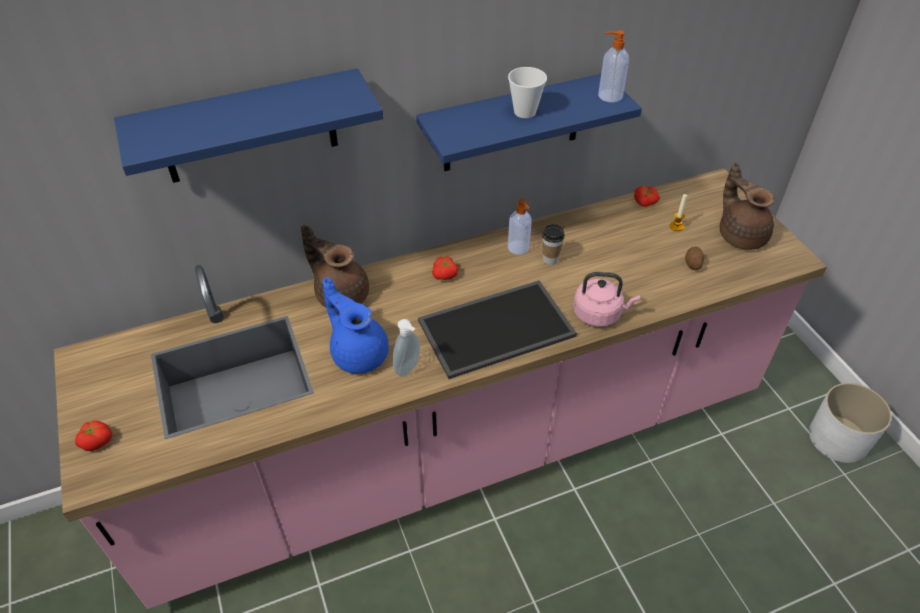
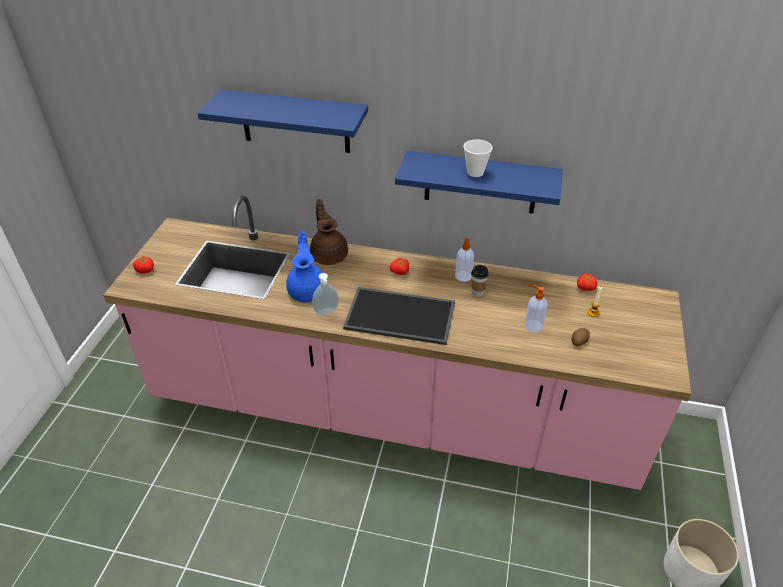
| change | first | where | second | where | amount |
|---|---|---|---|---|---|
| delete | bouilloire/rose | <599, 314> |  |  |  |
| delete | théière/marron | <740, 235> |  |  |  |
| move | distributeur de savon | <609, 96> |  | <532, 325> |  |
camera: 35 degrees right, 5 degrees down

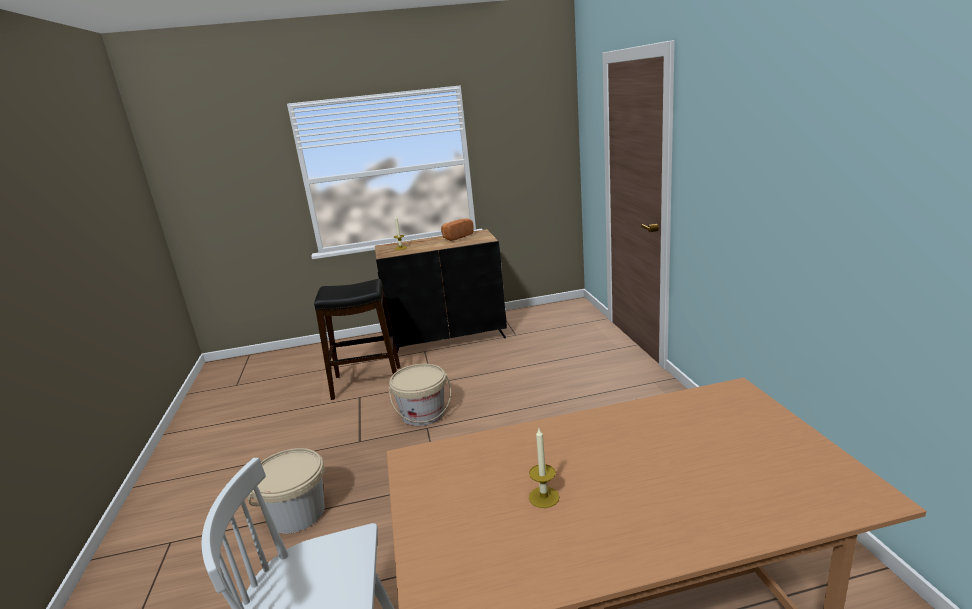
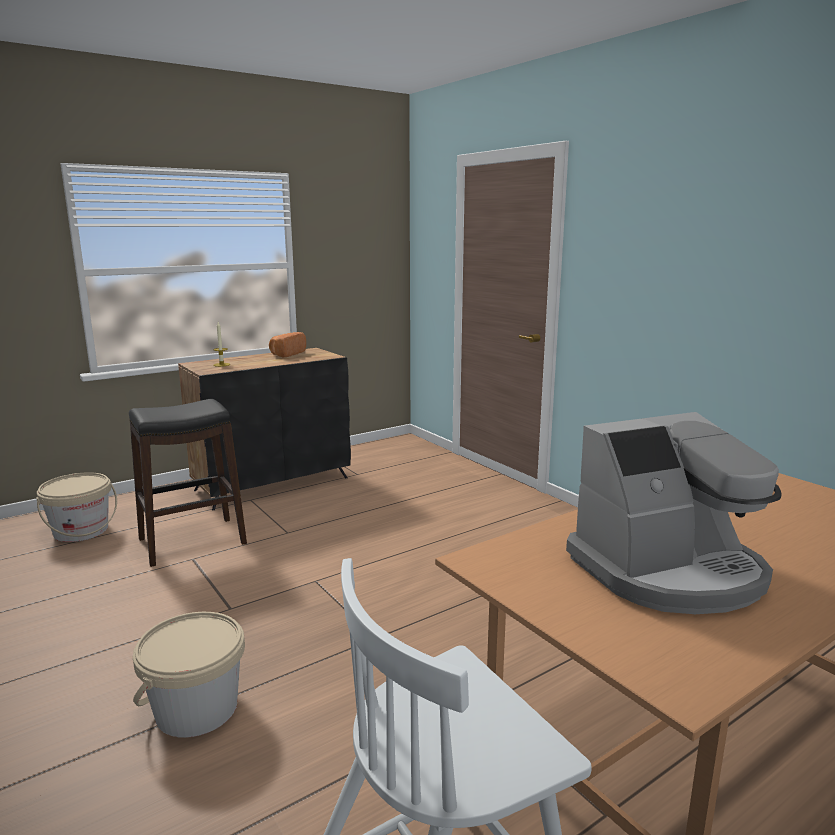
| change | first | where | second | where | amount |
|---|---|---|---|---|---|
| move | seau/beige | <423, 414> |  | <81, 531> |  |
| replace | bougie | <544, 497> | machine à café | <669, 571> |  |
camera: 25 degrees left, 5 degrees down

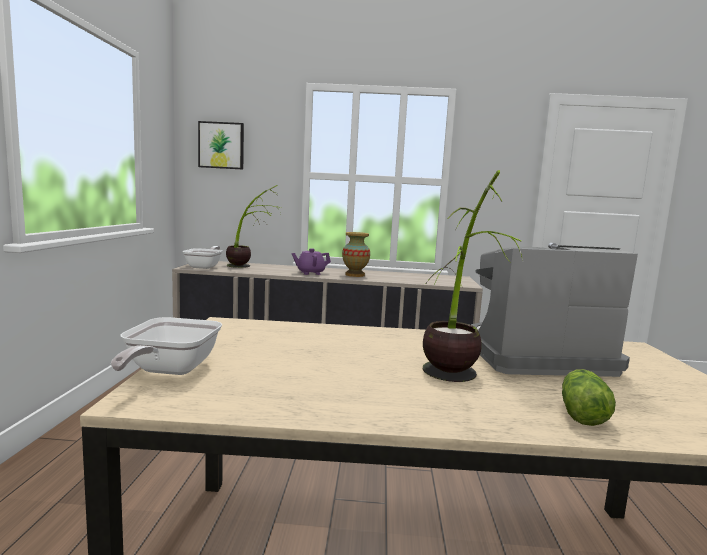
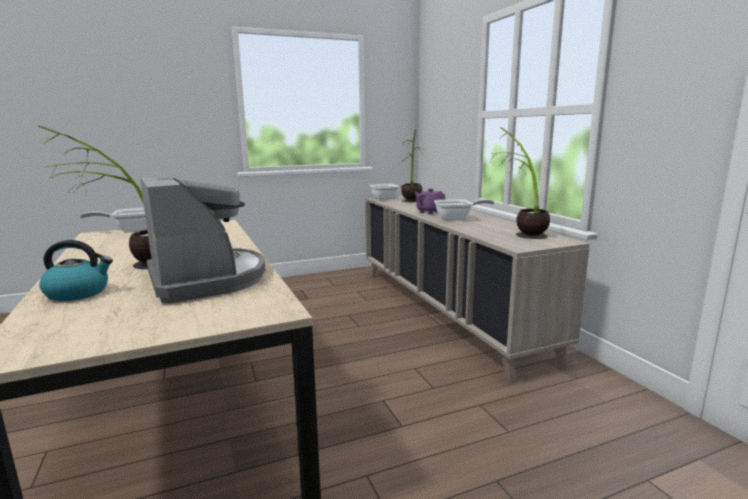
| change | first | where | second | where | amount |
|---|---|---|---|---|---|
| delete | tableau | <221, 145> |  |  |  |
| insert |  |  | plante en pot | <520, 231> |  |
| replace | vase | <355, 275> | poêle | <457, 219> |  |
| replace | laitue | <581, 412> | bouilloire | <79, 293> |  |
camera: 65 degrees right, 5 degrees up

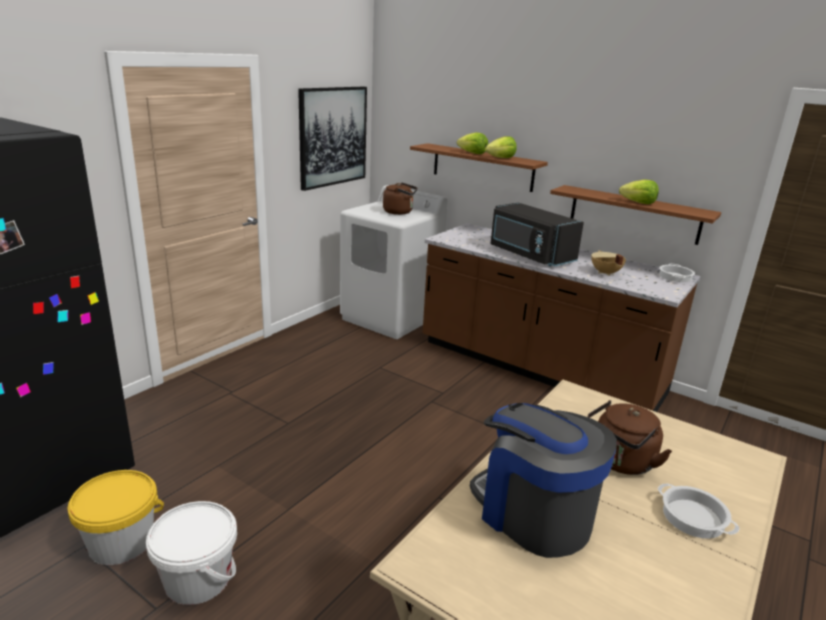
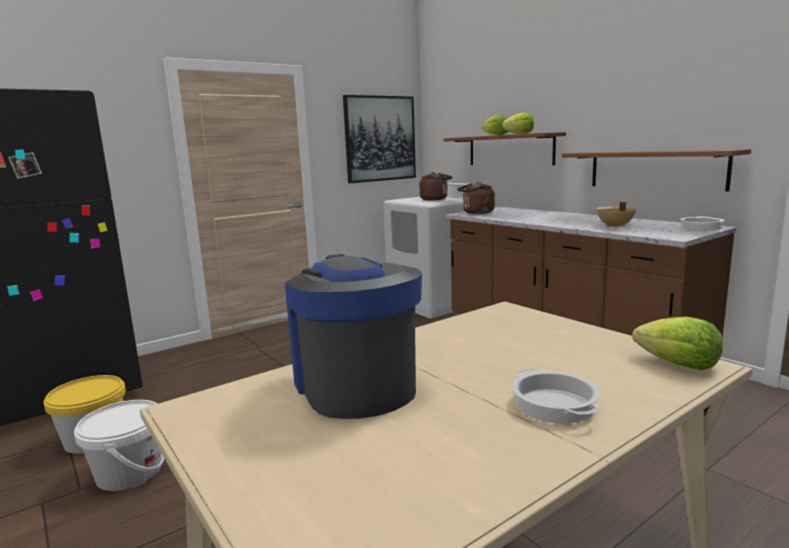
| change | first | where | second | where | amount |
|---|---|---|---|---|---|
| delete | micro-ondes/noir | <529, 255> |  |  |  |
| move | bouilloire/marron | <620, 462> |  | <476, 213> |  |
| move | laitue | <638, 203> |  | <678, 364> |  |
camera: 20 degrees right, 10 degrees down

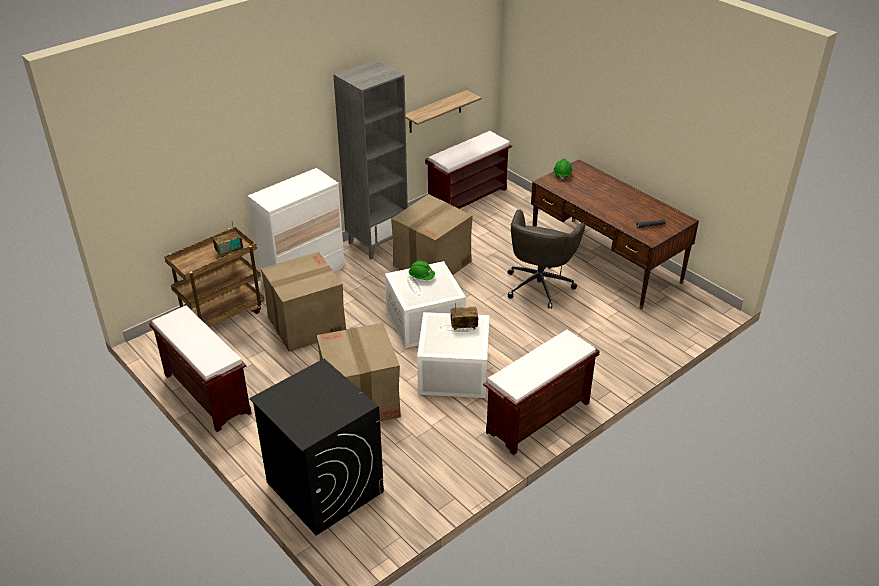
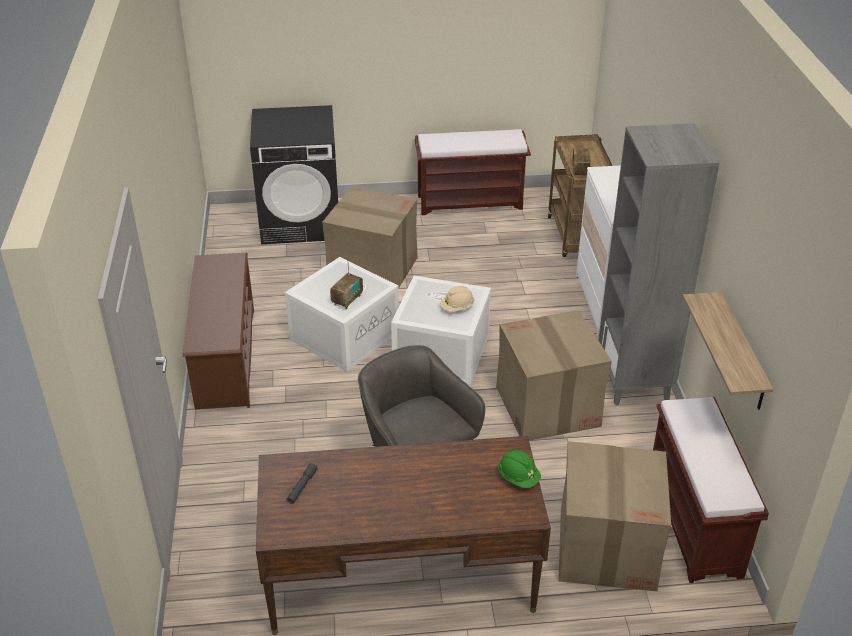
| change | first | where | second | where | amount |
|---|---|---|---|---|---|
| move | carton | <306, 324> |  | <607, 547> |  |
| replace | banc/marron | <537, 418> | étagère à chaussures/marron | <225, 357> |  |
| recolor | casque de chantier/vert | <421, 277> | casque de chantier/beige | <457, 308> |  |
camera: 125 degrees right, 0 degrees up

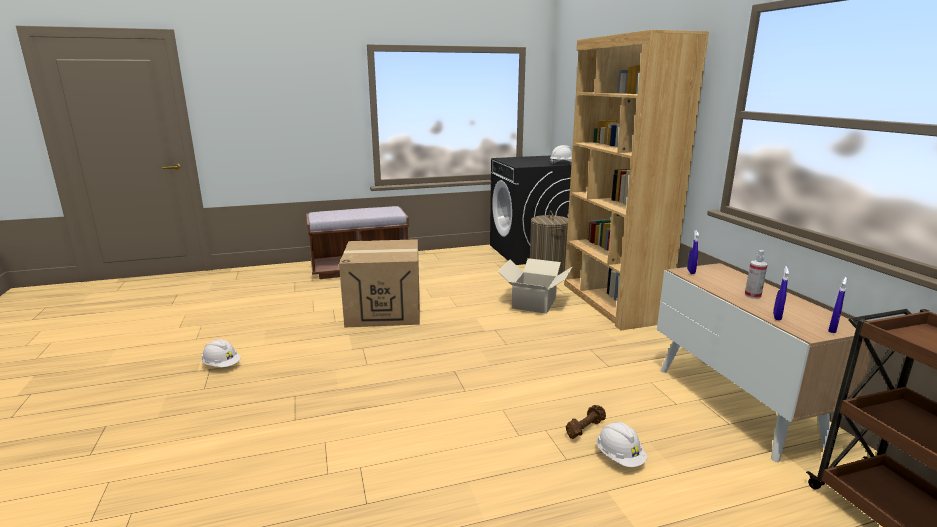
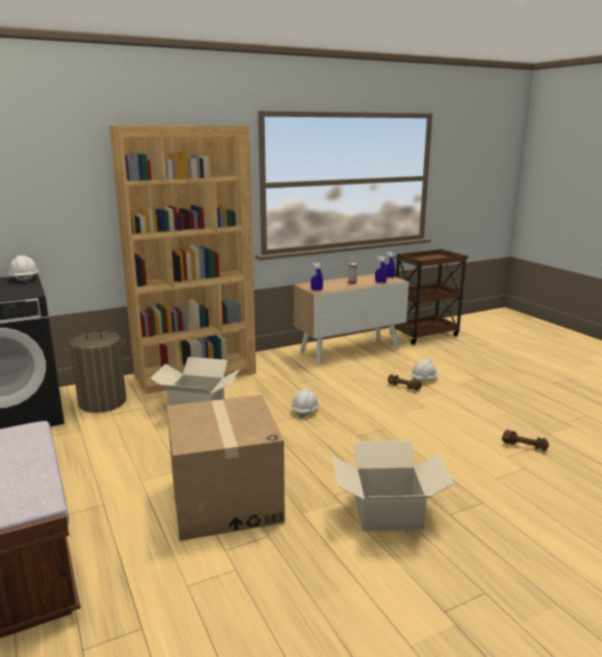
| change | first | where | second | where | amount |
|---|---|---|---|---|---|
| insert |  |  | carton | <388, 513> |  |
| insert |  |  | haltère/marron | <524, 446> |  |
| move | casque de chantier/blanc | <222, 365> |  | <305, 411> |  |
camera: 100 degrees left, 0 degrees up

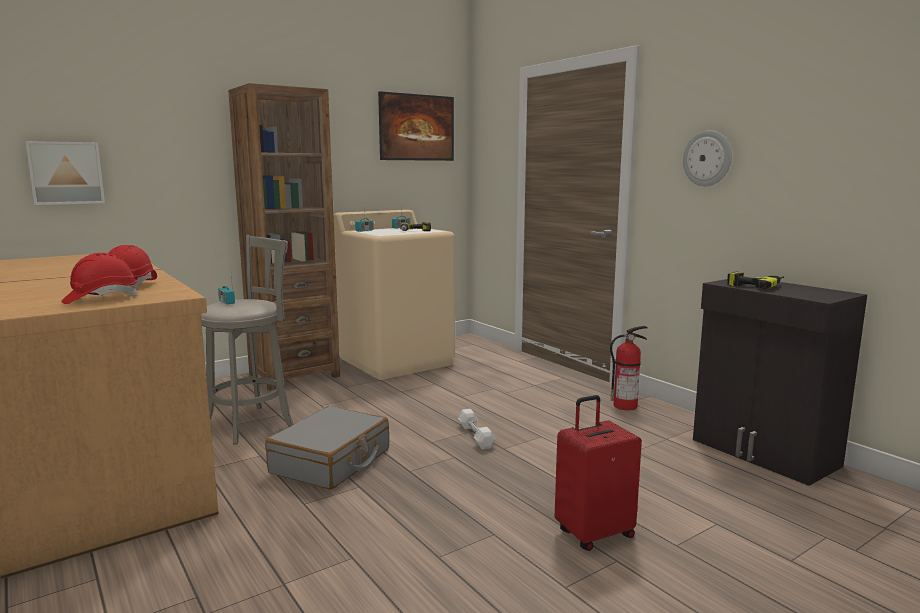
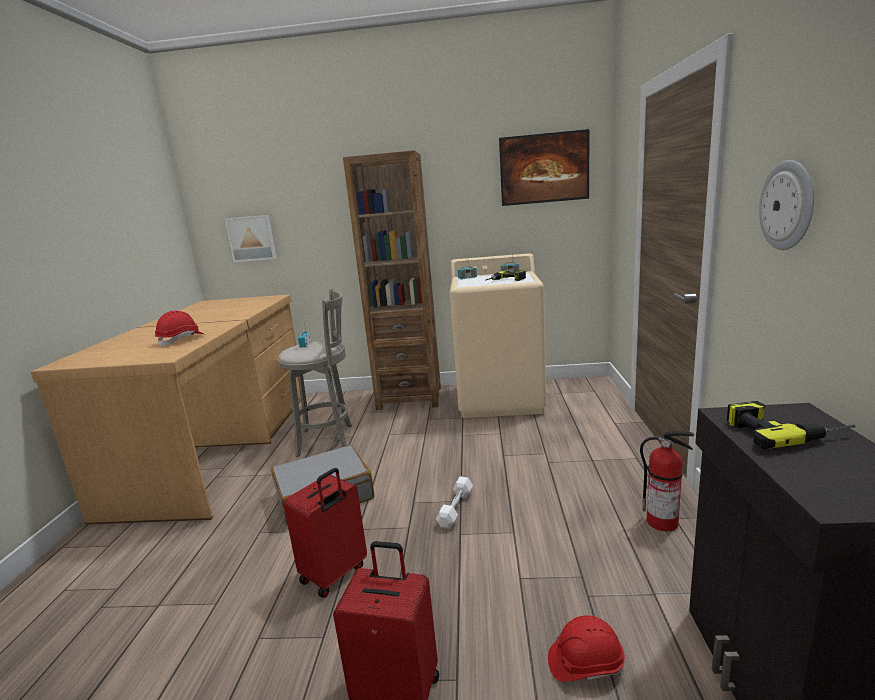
| change | first | where | second | where | amount |
|---|---|---|---|---|---|
| insert |  |  | valise/rouge | <335, 574> |  |
| move | casque de chantier/rouge | <101, 299> |  | <585, 663> |  |
camera: 40 degrees right, 5 degrees up

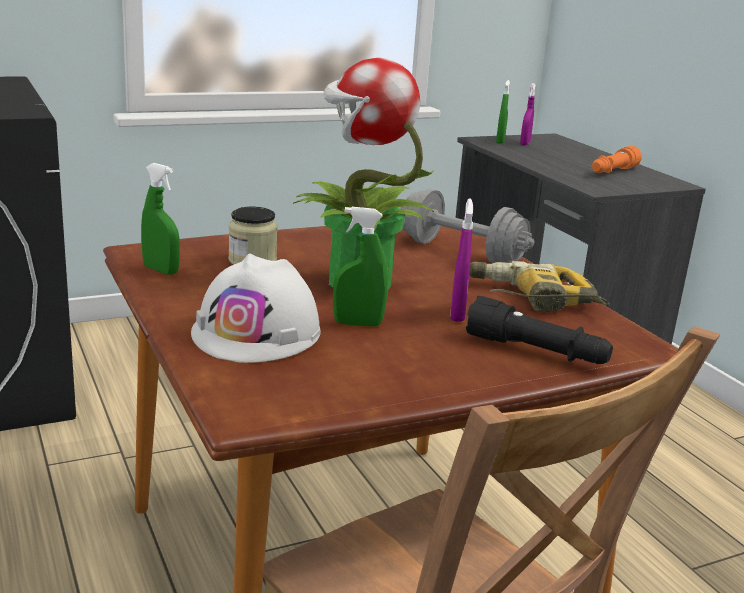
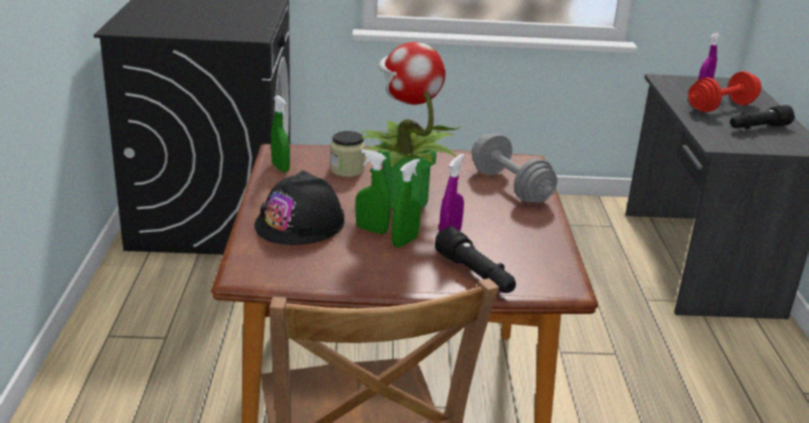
| change | first | where | second | where | amount |
|---|---|---|---|---|---|
| delete | perceuse | <531, 299> |  |  |  |
| insert |  |  | haltère/rouge | <721, 107> |  |
| move | vaporisateur/vert | <500, 141> |  | <405, 241> |  |
| recolor | casque de chantier/blanc | <257, 332> | casque de chantier/noir | <300, 223> |  |
| recolor | lampe de poche/orange | <612, 172> | lampe de poche/noir | <758, 128> |  |
camera: 25 degrees right, 5 degrees up

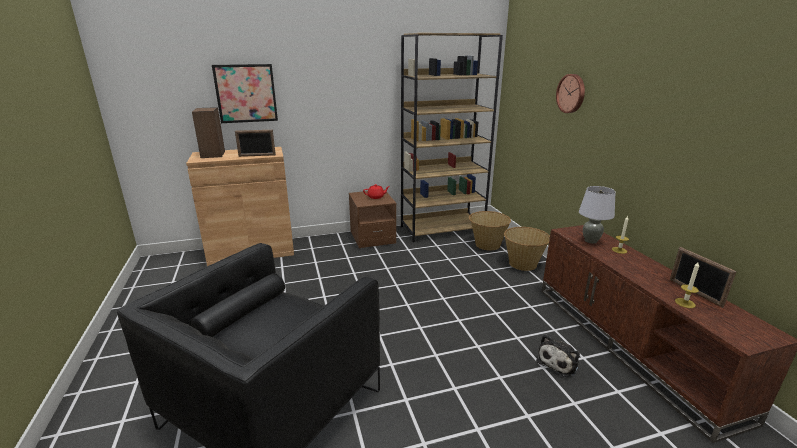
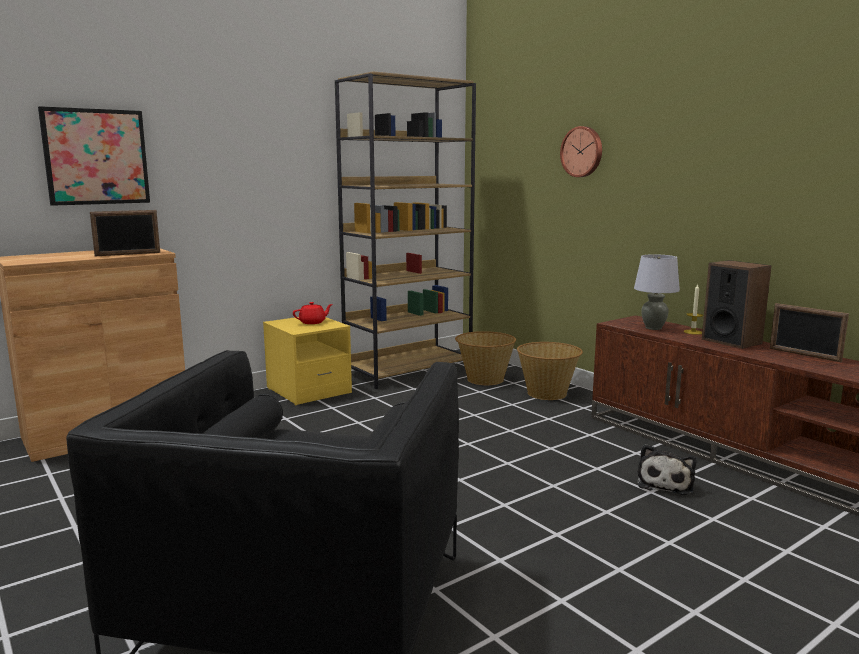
| change | first | where | second | where | amount |
|---|---|---|---|---|---|
| delete | bougie | <685, 303> |  |  |  |
| move | enceinte | <213, 154> |  | <731, 341> |  |
| recolor | table de chevet/marron | <372, 237> | table de chevet/jaune | <308, 391> |  |
camera: 20 degrees left, 10 degrees down

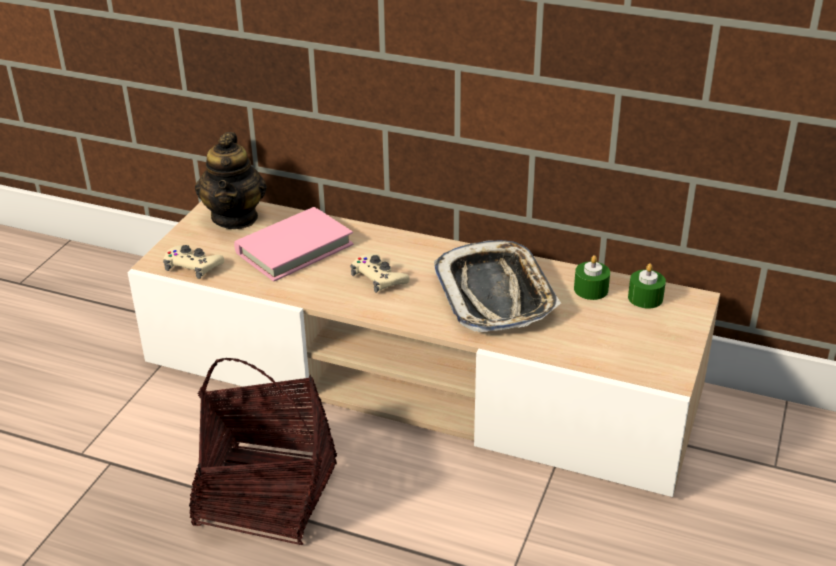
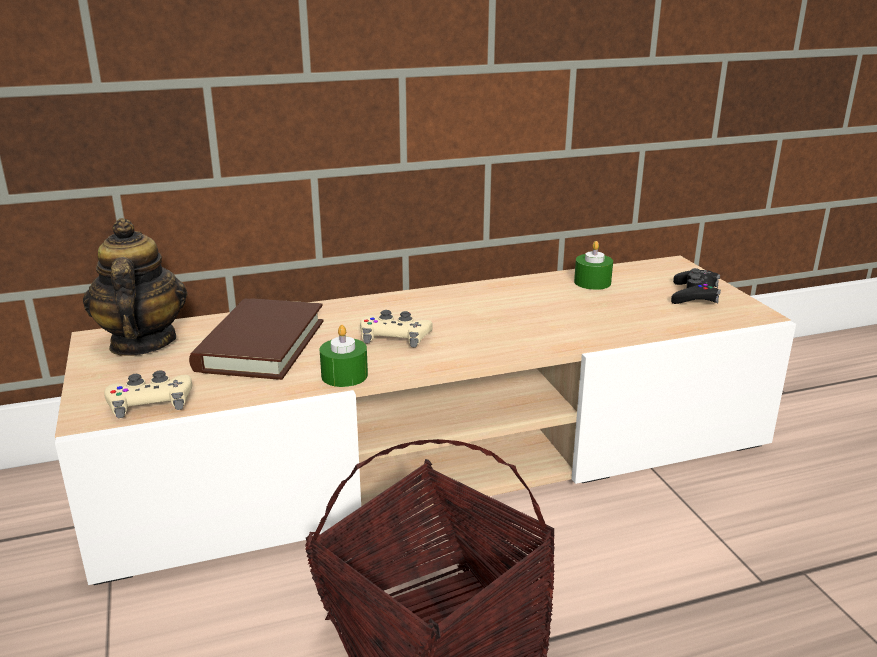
| change | first | where | second | where | amount |
|---|---|---|---|---|---|
| delete | plateau | <495, 294> |  |  |  |
| insert |  |  | manette/noir | <694, 295> |  |
| move | bougie/vert | <645, 298> |  | <344, 375> |  |
| recolor | livre/rose | <294, 248> | livre/marron | <261, 345> |  |
| rotate | théière | <235, 217> |  | <142, 343> | 150 degrees counterclockwise |
camera: 40 degrees left, 10 degrees down

